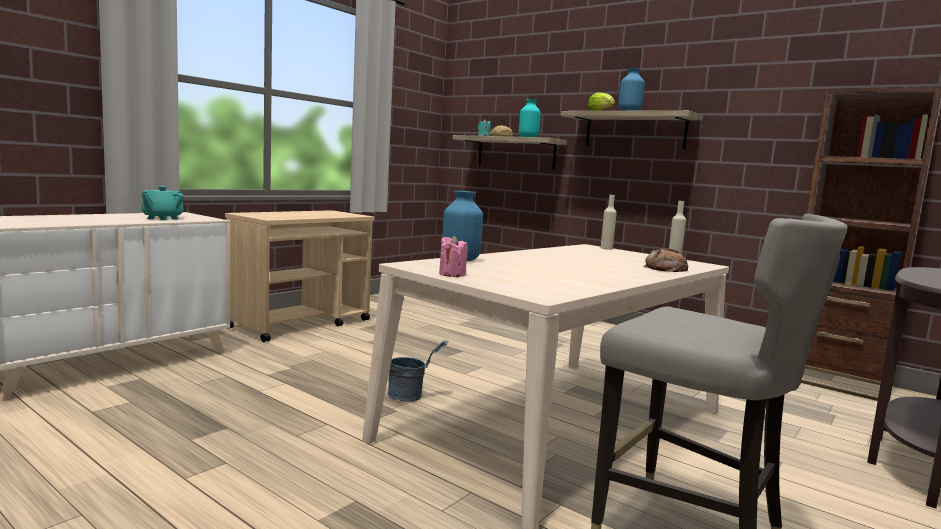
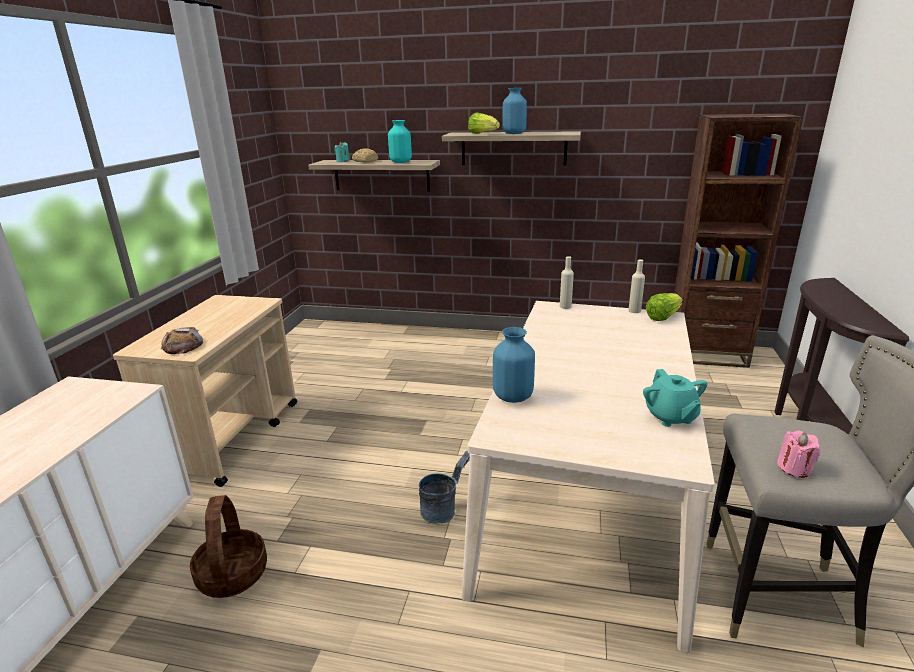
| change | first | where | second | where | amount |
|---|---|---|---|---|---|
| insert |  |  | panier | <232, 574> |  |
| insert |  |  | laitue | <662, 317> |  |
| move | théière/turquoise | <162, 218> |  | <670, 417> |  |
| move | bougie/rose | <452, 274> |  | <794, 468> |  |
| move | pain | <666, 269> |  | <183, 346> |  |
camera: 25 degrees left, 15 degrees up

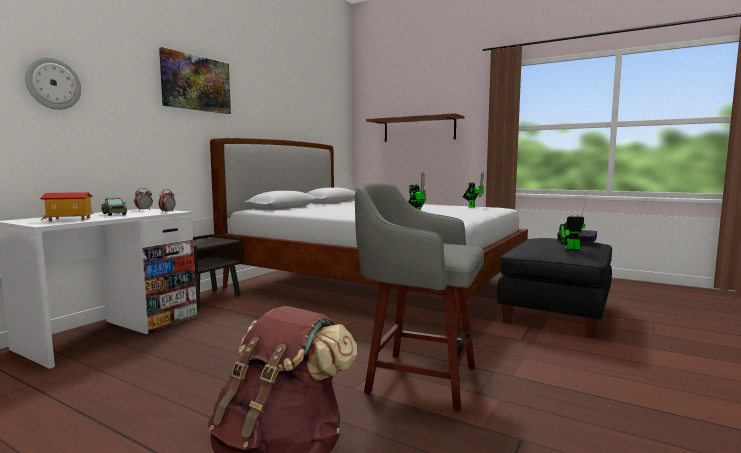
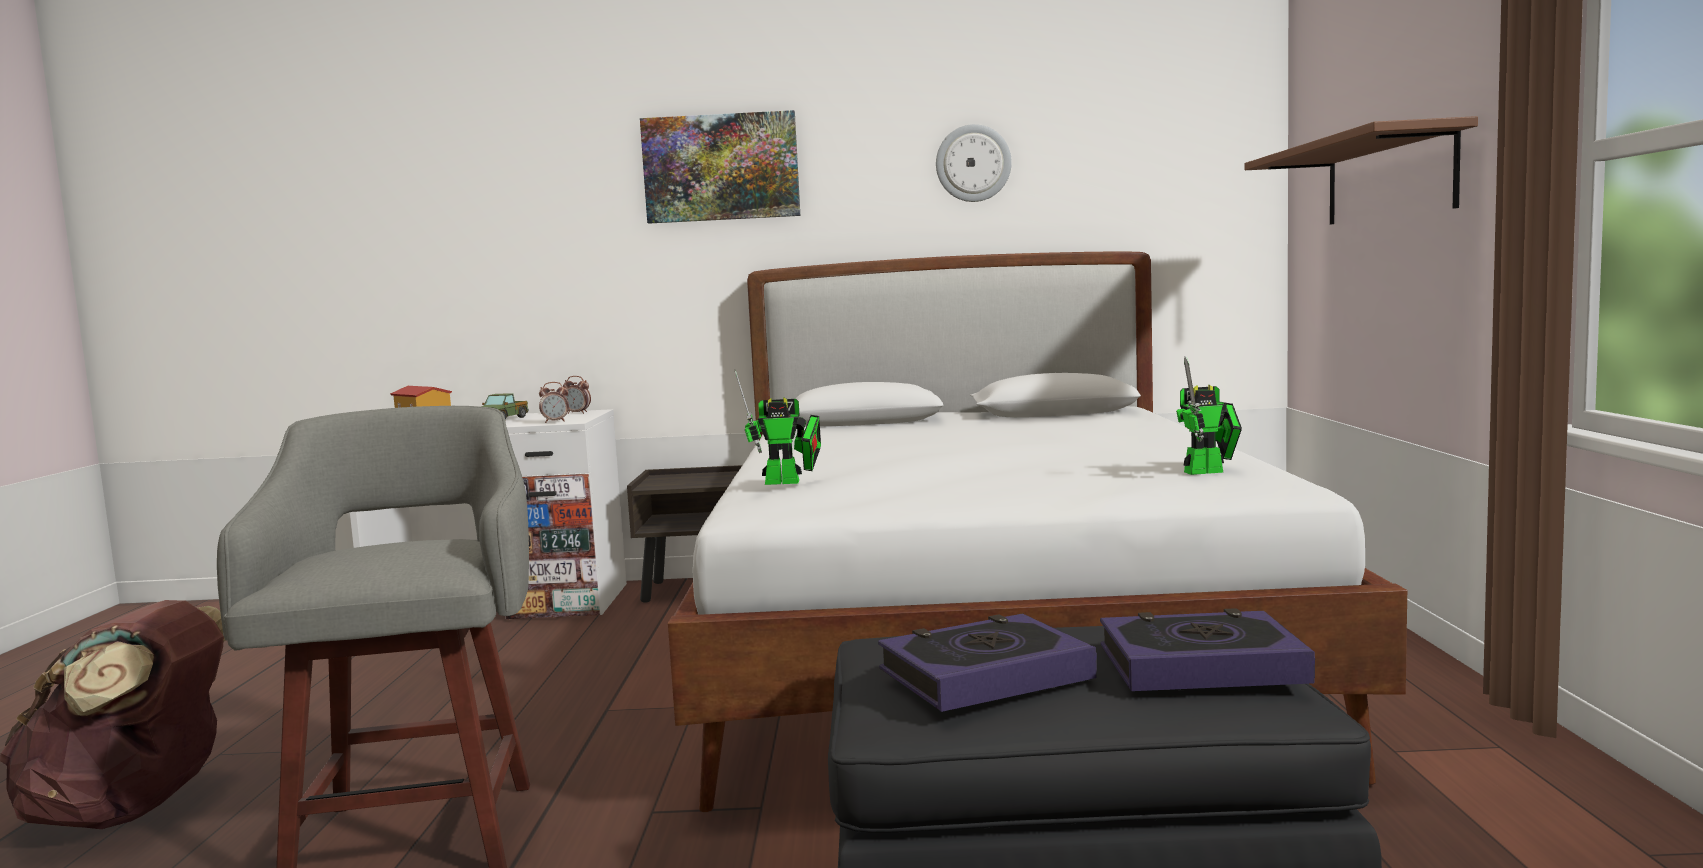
| change | first | where | second | where | amount |
|---|---|---|---|---|---|
| move | horloge murale | <53, 83> |  | <973, 163> |  |
| replace | robot jouet | <570, 248> | livre | <985, 675> |  |
camera: 60 degrees right, 0 degrees up

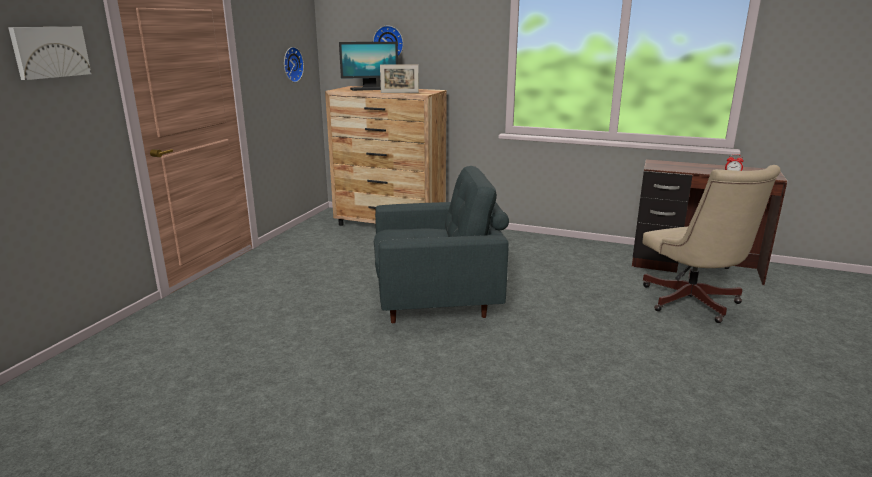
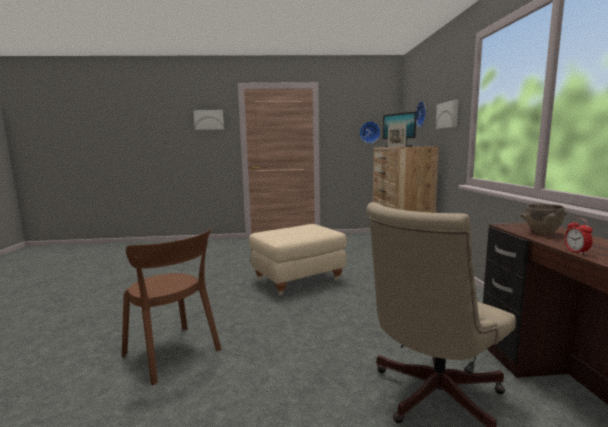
| change | first | where | second | where | amount |
|---|---|---|---|---|---|
| insert |  |  | chaise/marron | <174, 354> |  |
| insert |  |  | tableau | <448, 115> |  |
| insert |  |  | bol/marron | <542, 233> |  |
| replace | fauteuil/gris | <437, 300> | pouf/beige | <298, 281> |  |
camera: 65 degrees right, 10 degrees down

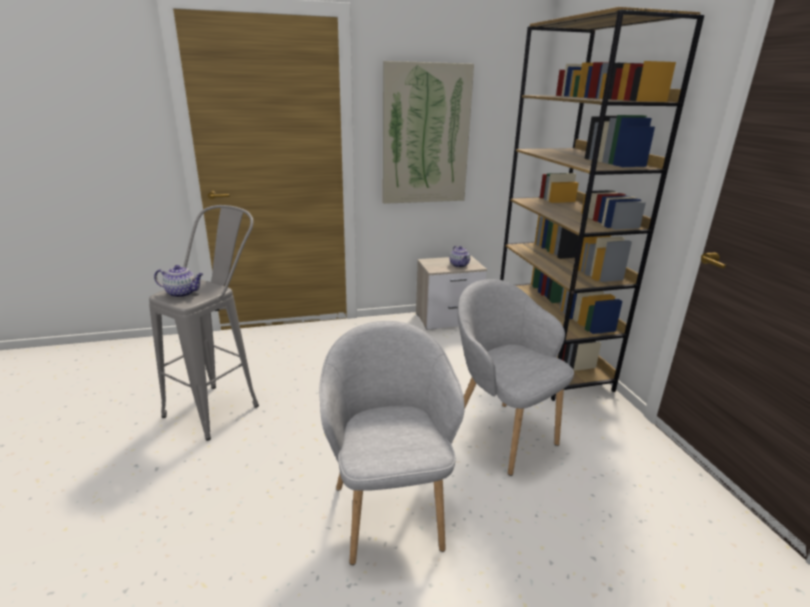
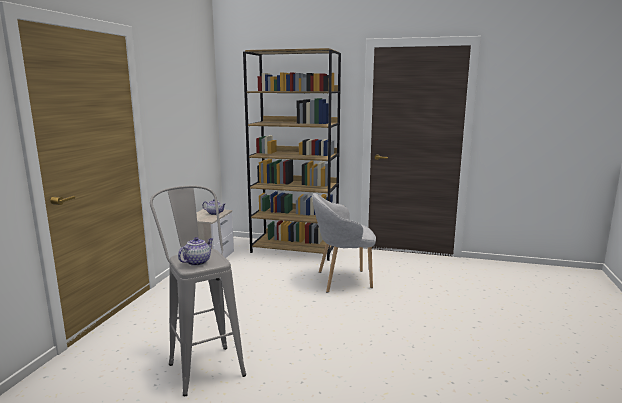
| change | first | where | second | where | amount |
|---|---|---|---|---|---|
| delete | fauteuil/gris | <390, 511> |  |  |  |
| delete | tableau | <425, 135> |  |  |  |
camera: 60 degrees left, 10 degrees down

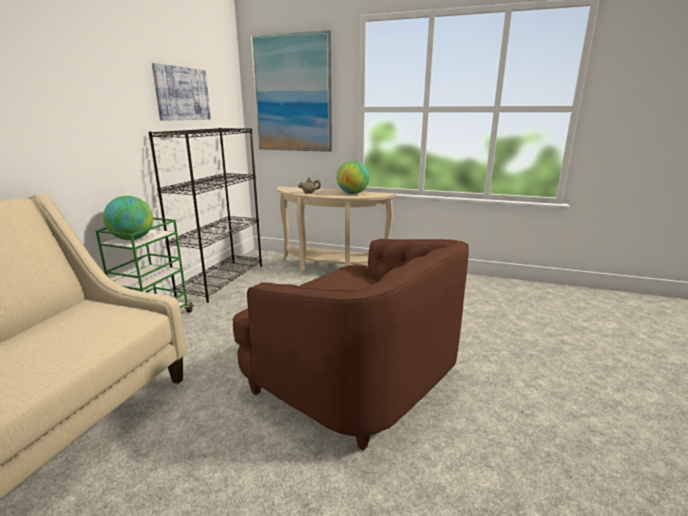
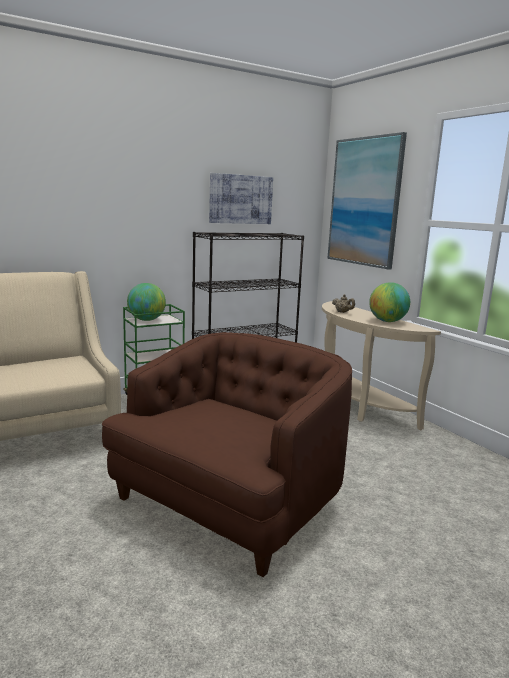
| change | first | where | second | where | amount |
|---|---|---|---|---|---|
| rotate | fauteuil/marron | <356, 378> |  | <229, 502> | 135 degrees counterclockwise |
camera: 40 degrees right, 5 degrees down

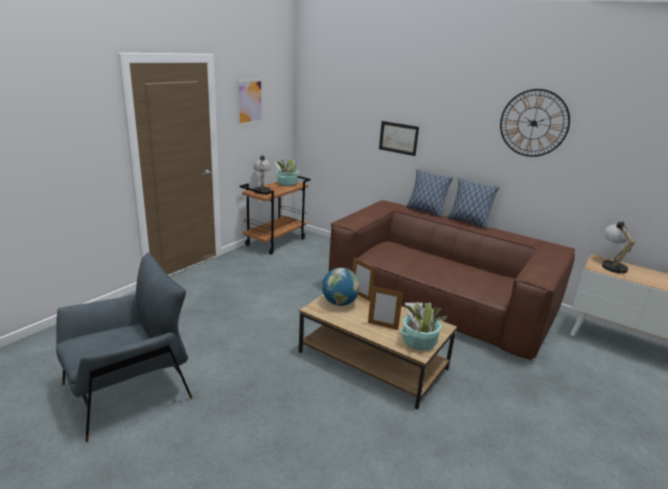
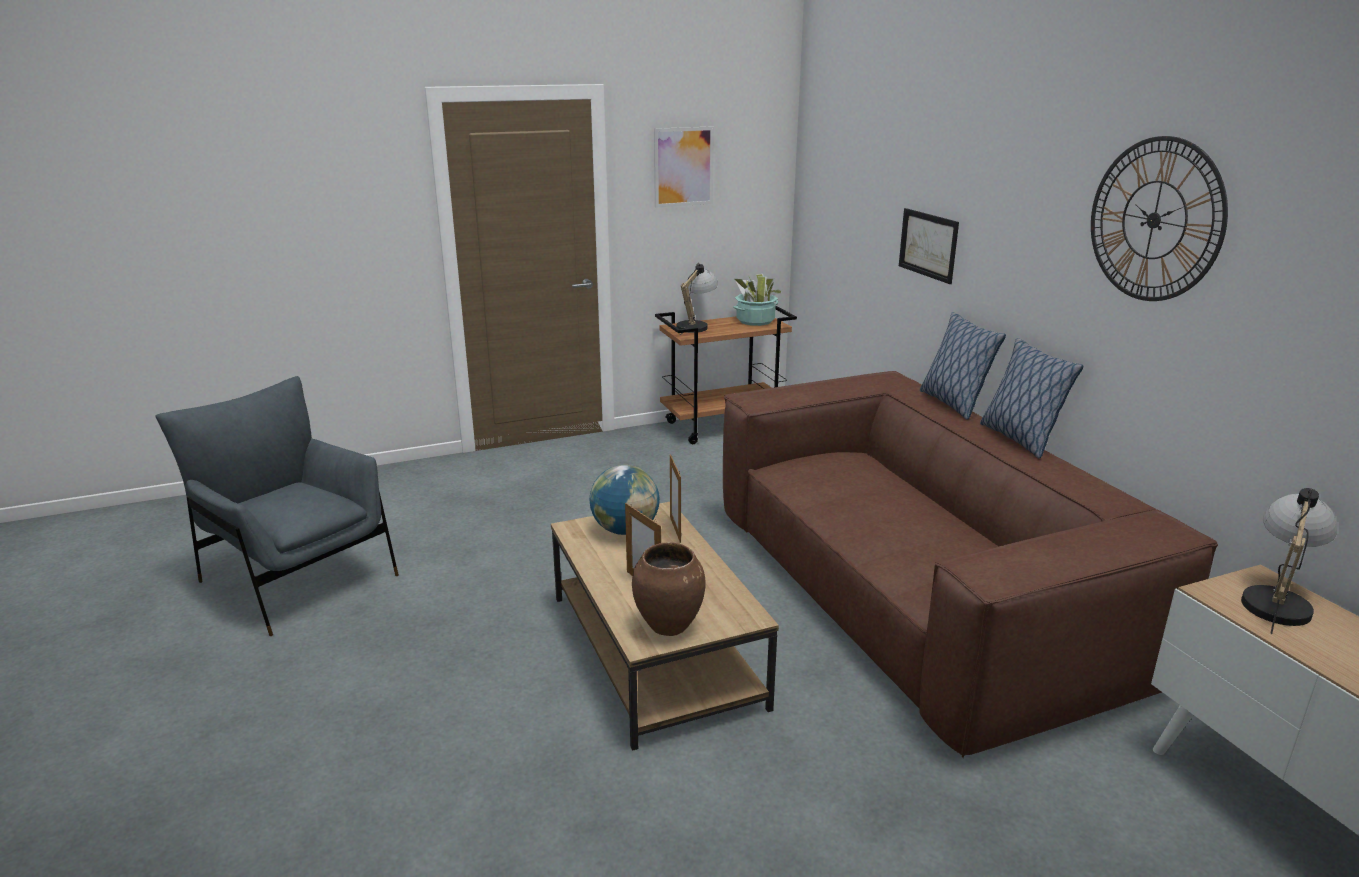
| change | first | where | second | where | amount |
|---|---|---|---|---|---|
| replace | plante en pot | <419, 341> | vase/marron | <669, 626> |  |
| rotate | fauteuil/gris | <129, 391> |  | <298, 578> | 135 degrees counterclockwise |
camera: 35 degrees right, 0 degrees up

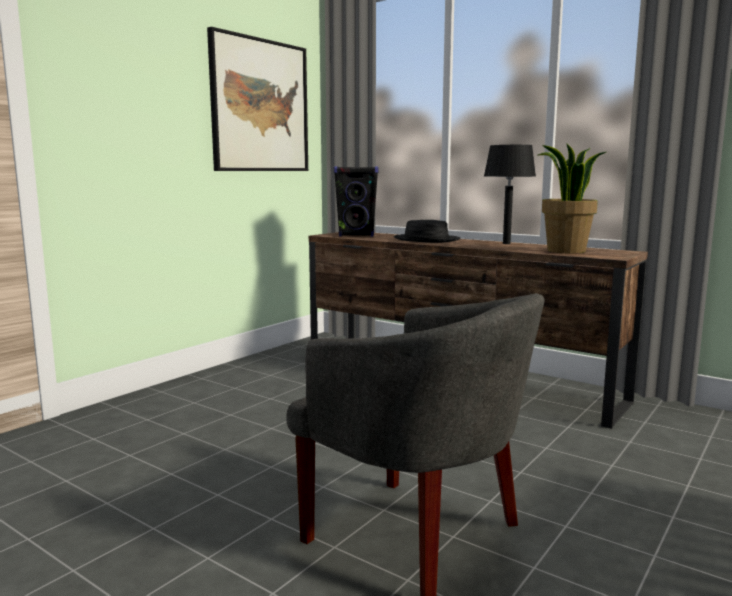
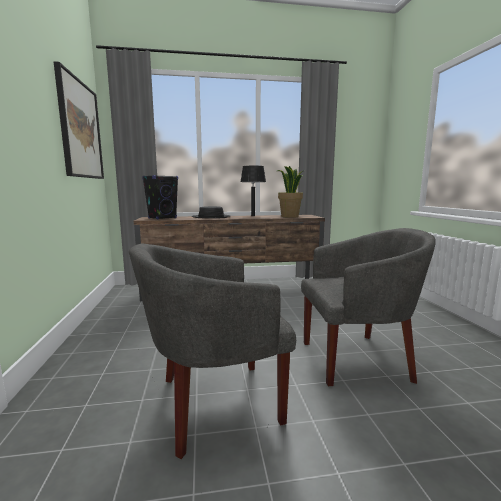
| change | first | where | second | where | amount |
|---|---|---|---|---|---|
| insert |  |  | fauteuil/gris | <214, 402> |  |
camera: 45 degrees left, 0 degrees up

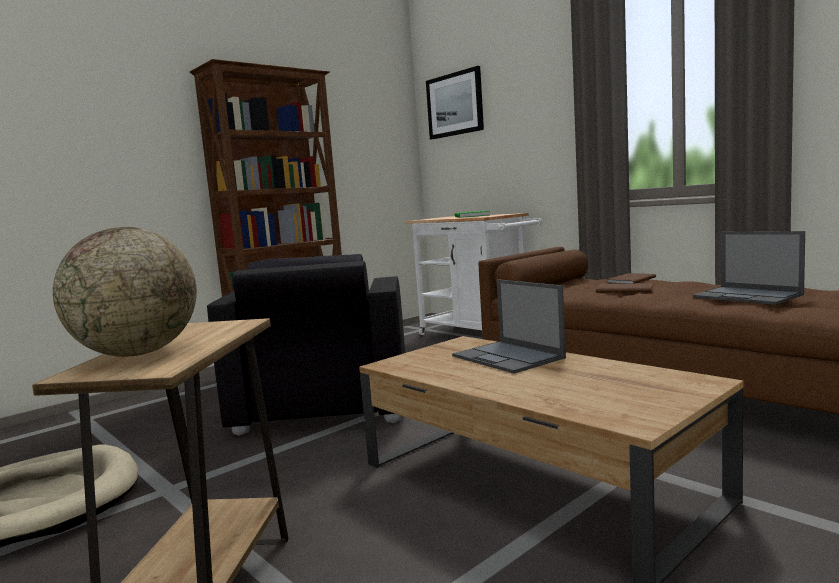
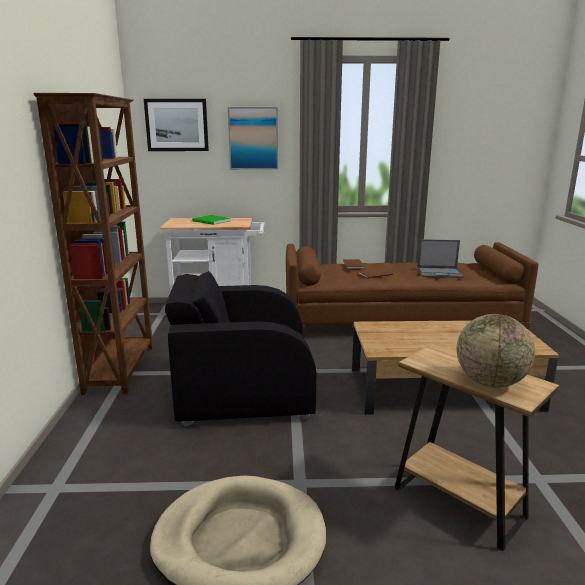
| change | first | where | second | where | amount |
|---|---|---|---|---|---|
| delete | ordinateur portable | <509, 357> |  |  |  |
| insert |  |  | tableau | <253, 138> |  |
| rotate | fauteuil/noir | <326, 403> |  | <243, 391> | 135 degrees clockwise |
camera: 50 degrees left, 10 degrees up

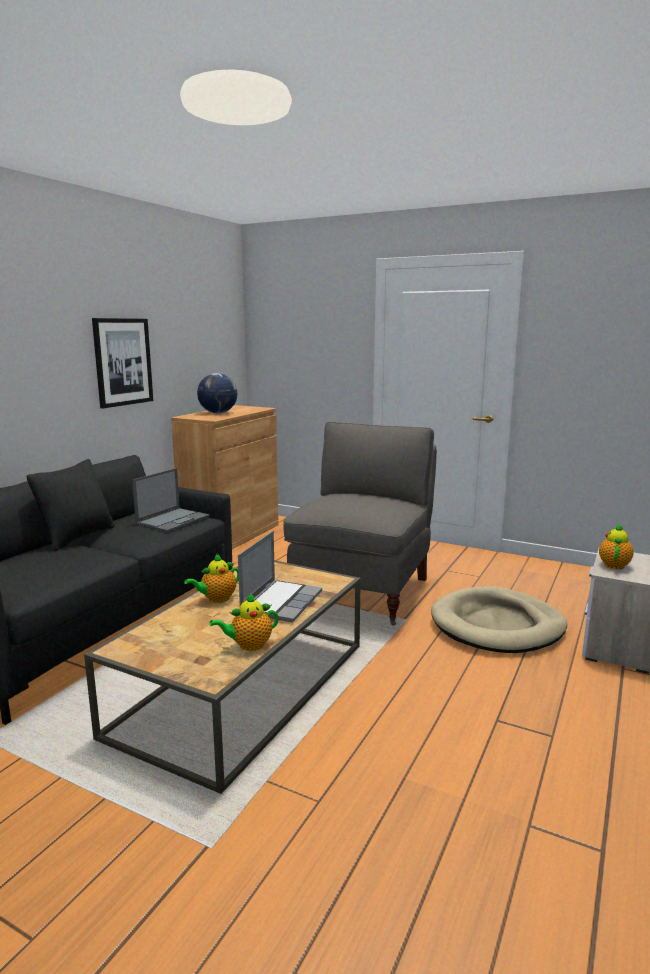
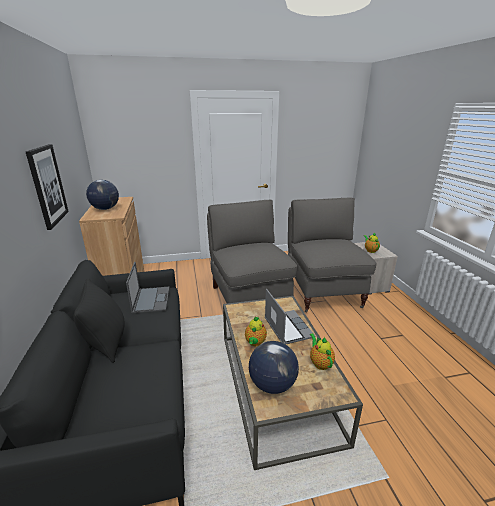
| change | first | where | second | where | amount |
|---|---|---|---|---|---|
| insert |  |  | globe | <272, 384> |  |
| replace | panier pour chien/beige | <497, 625> | fauteuil/gris | <322, 292> |  |
| rotate | théière | <248, 645> |  | <320, 363> | 135 degrees clockwise |
camera: 40 degrees left, 10 degrees up

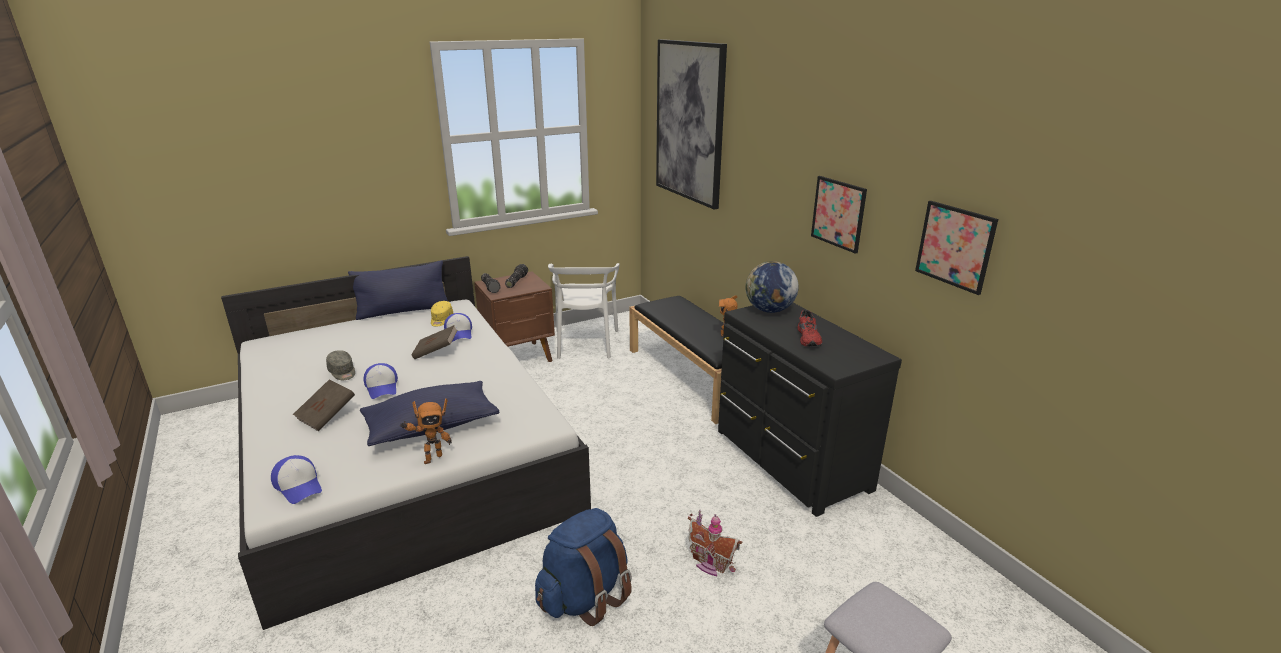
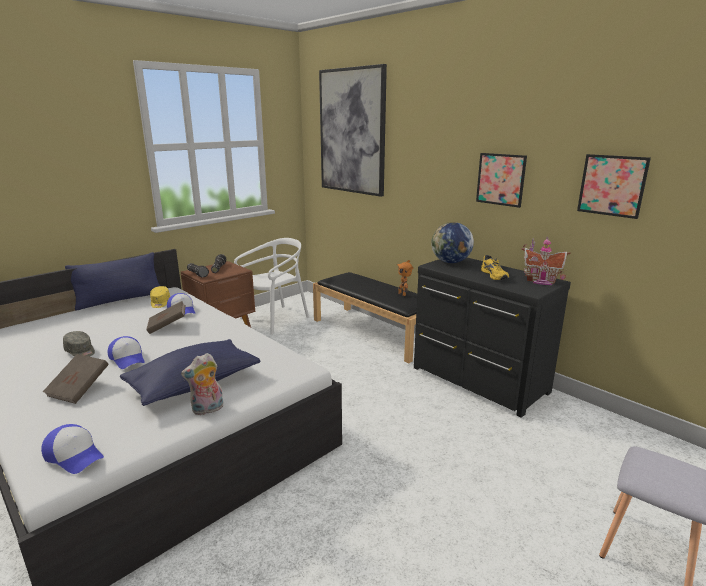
| change | first | where | second | where | amount |
|---|---|---|---|---|---|
| delete | sac à dos/bleu | <585, 597> |  |  |  |
| move | maison miniature | <710, 564> |  | <541, 281> |  |
| replace | robot jouet | <431, 458> | peluche | <207, 410> |  |
| recolor | chaussure/rouge | <809, 338> | chaussure/jaune | <495, 275> |  |
| rotate | chaise/blanc | <585, 343> |  | <275, 319> | 120 degrees counterclockwise |
camera: 15 degrees left, 5 degrees down

